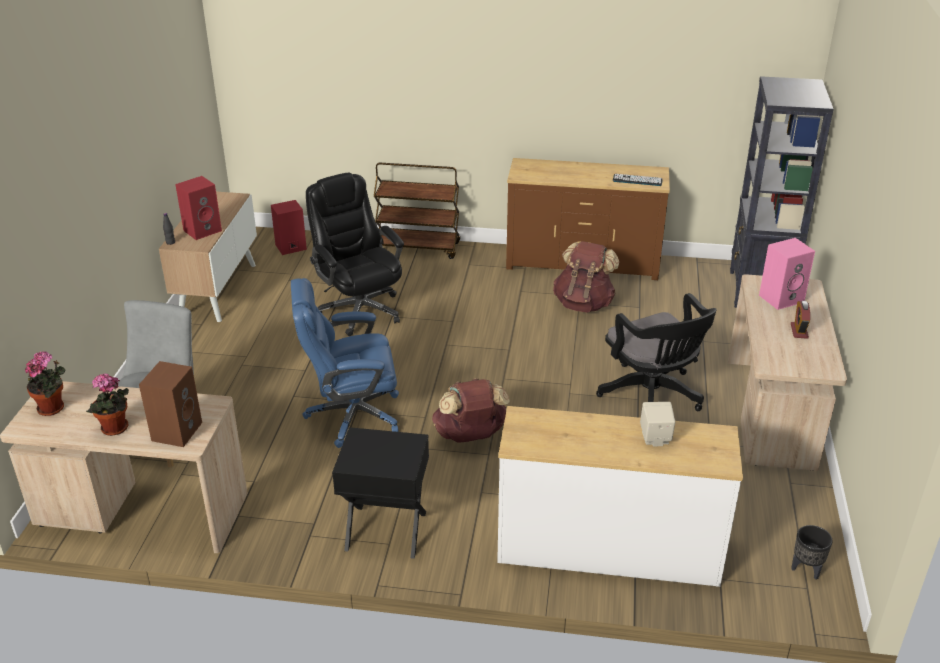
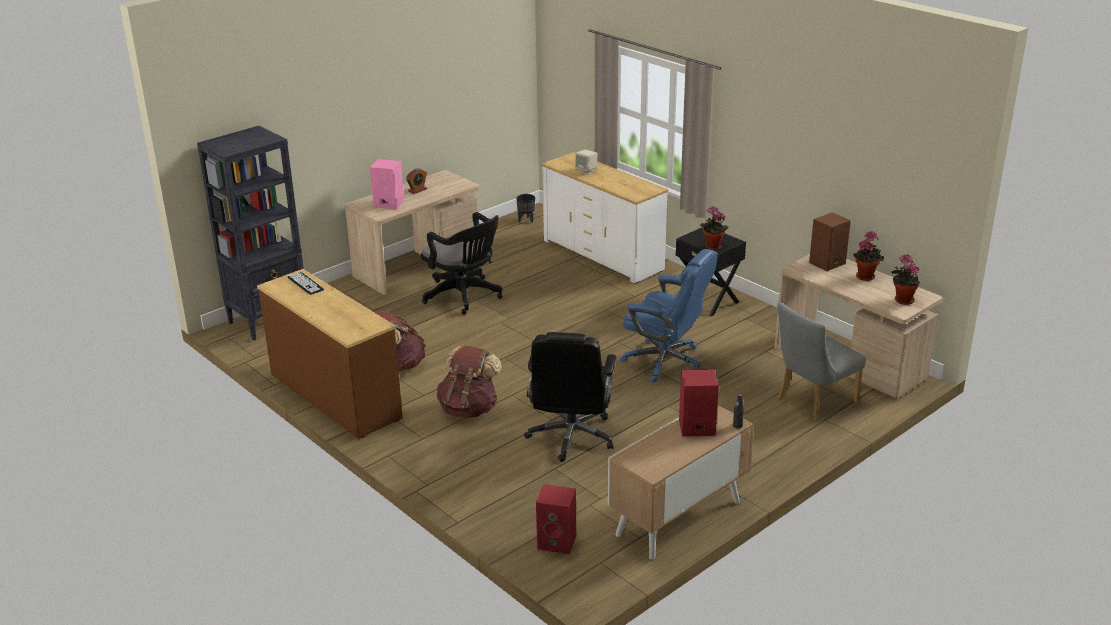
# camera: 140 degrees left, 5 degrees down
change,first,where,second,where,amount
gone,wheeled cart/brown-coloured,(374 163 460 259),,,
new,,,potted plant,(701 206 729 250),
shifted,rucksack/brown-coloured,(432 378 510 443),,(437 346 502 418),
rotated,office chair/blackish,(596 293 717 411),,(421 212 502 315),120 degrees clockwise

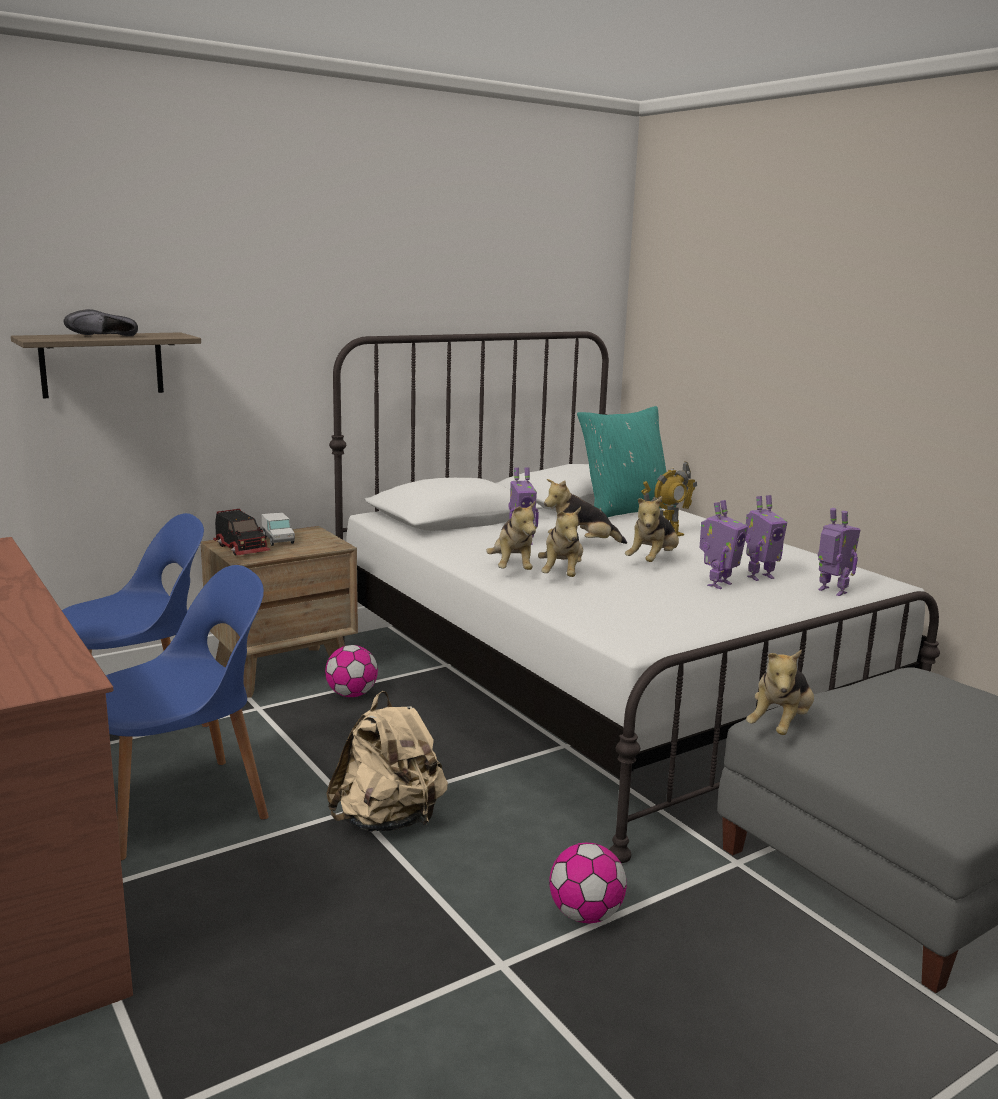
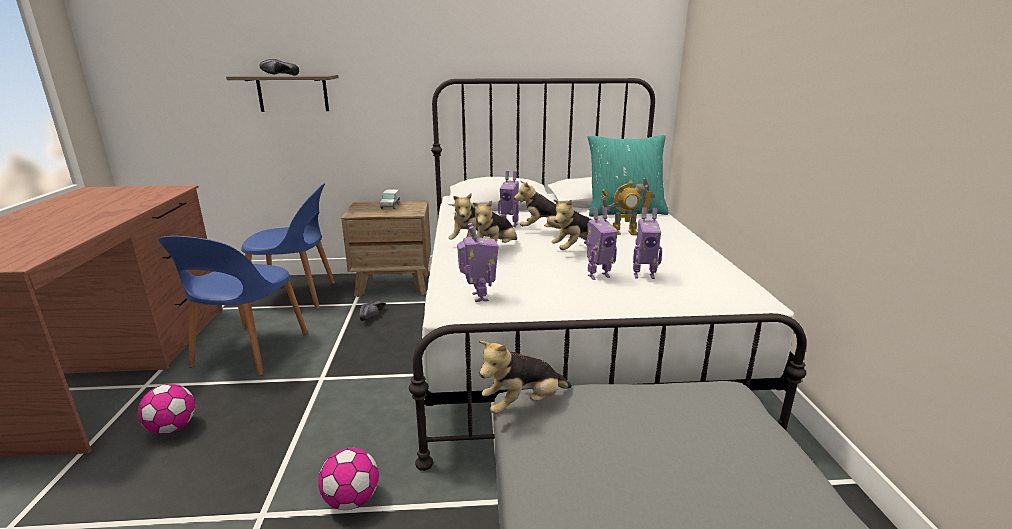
# camera: 30 degrees right, 5 degrees up
change,first,where,second,where,amount
gone,model truck,(213 509 270 556),,,
gone,rucksack/sand-coloured,(326 691 448 832),,,
new,,,shoe/blackish,(359 300 386 321),
shifted,ball for football,(325 645 378 697),,(138 384 195 434),
shifted,robot figure,(818 508 860 596),,(457 223 499 302),
rotated,chair/bluish,(106 565 269 861),,(159 236 308 376),105 degrees clockwise

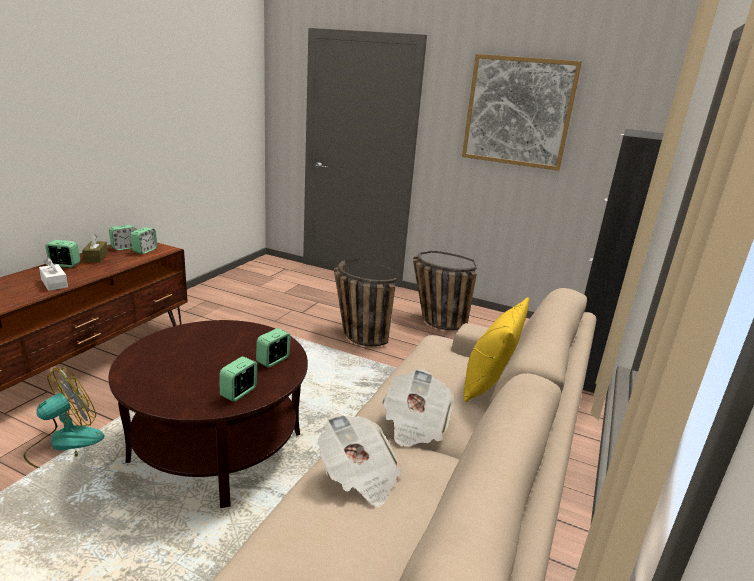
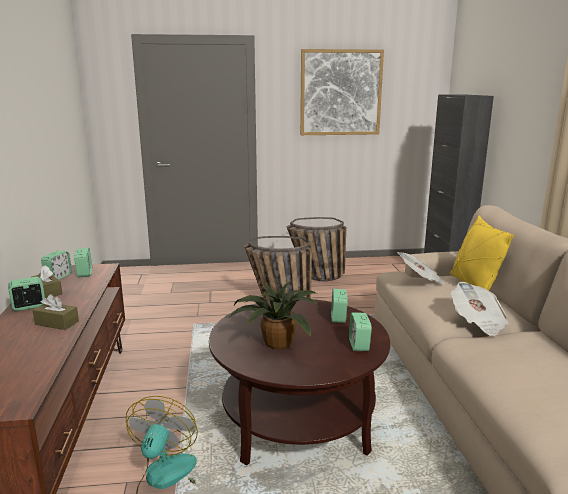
# camera: 30 degrees left, 5 degrees down
change,first,where,second,where,amount
new,,,potted plant,(229 281 318 349),
shifted,daily paper,(318 413 402 507),,(397 252 446 285),
repainted,box of tissues/white,(39 258 68 291),box of tissues/brown-coloured,(32 294 79 330),

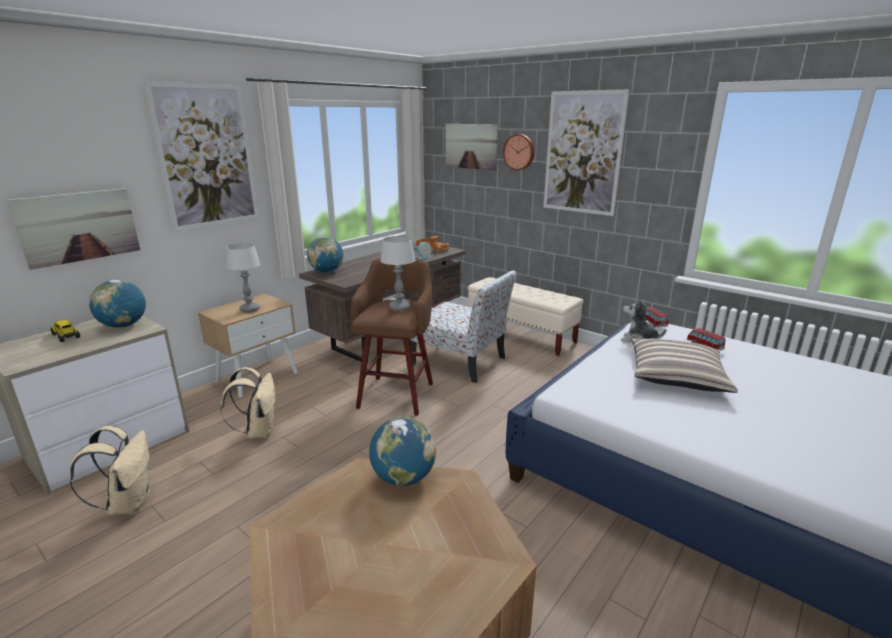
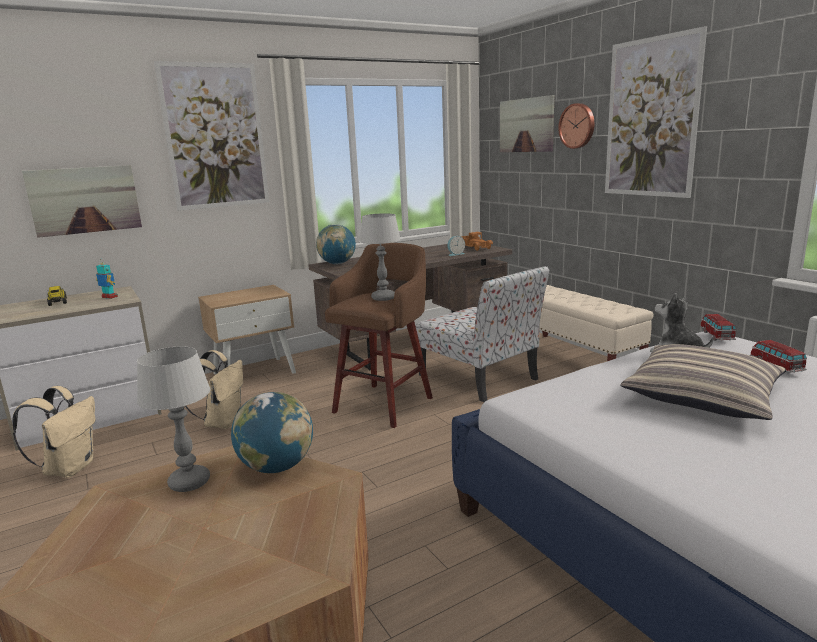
# camera: 20 degrees right, 5 degrees down
change,first,where,second,where,amount
shifted,tabletop lamp,(226 243 260 313),,(137 346 210 492),
swapped,globe,(89 280 146 328),robot figure,(96 259 118 299),

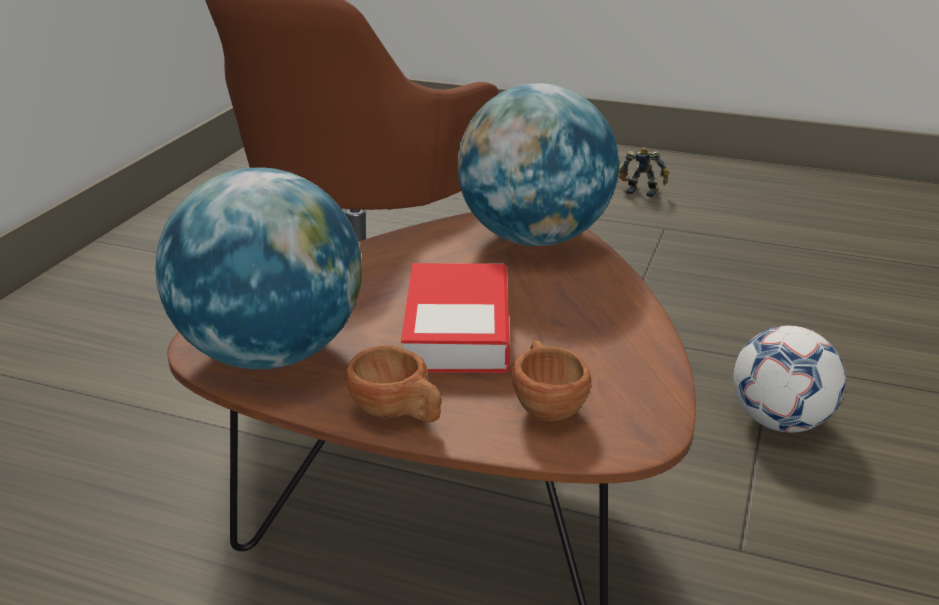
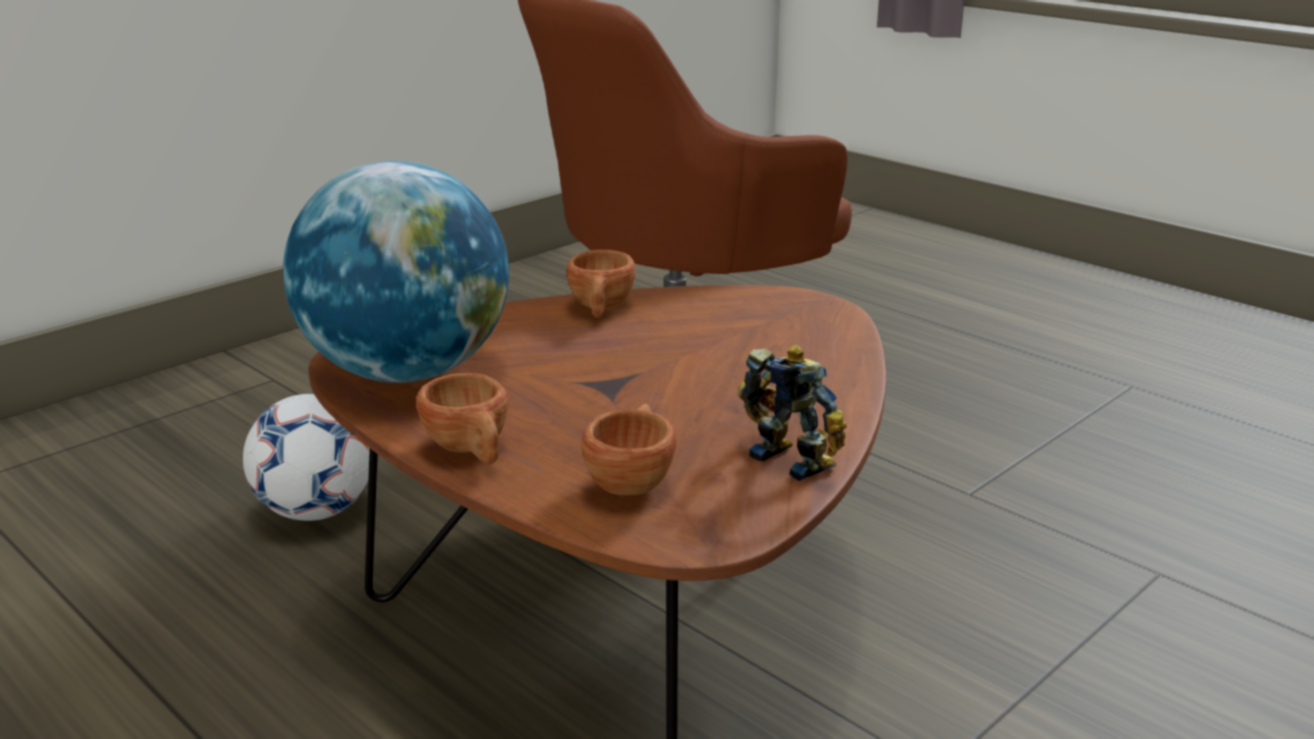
# camera: 25 degrees right, 5 degrees down
change,first,where,second,where,amount
gone,book,(401 263 510 373),,,
gone,globe,(457 83 619 246),,,
new,,,small cup/brown-coloured,(567 250 636 318),
shifted,robot figure,(618 147 669 197),,(737 345 847 482),
shifted,ball for football,(733 325 846 432),,(243 394 370 521),

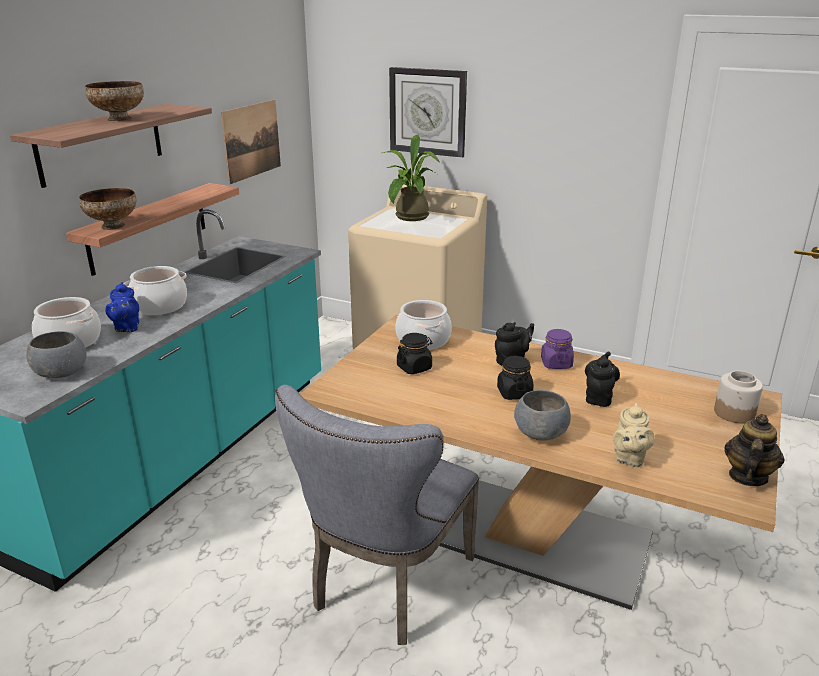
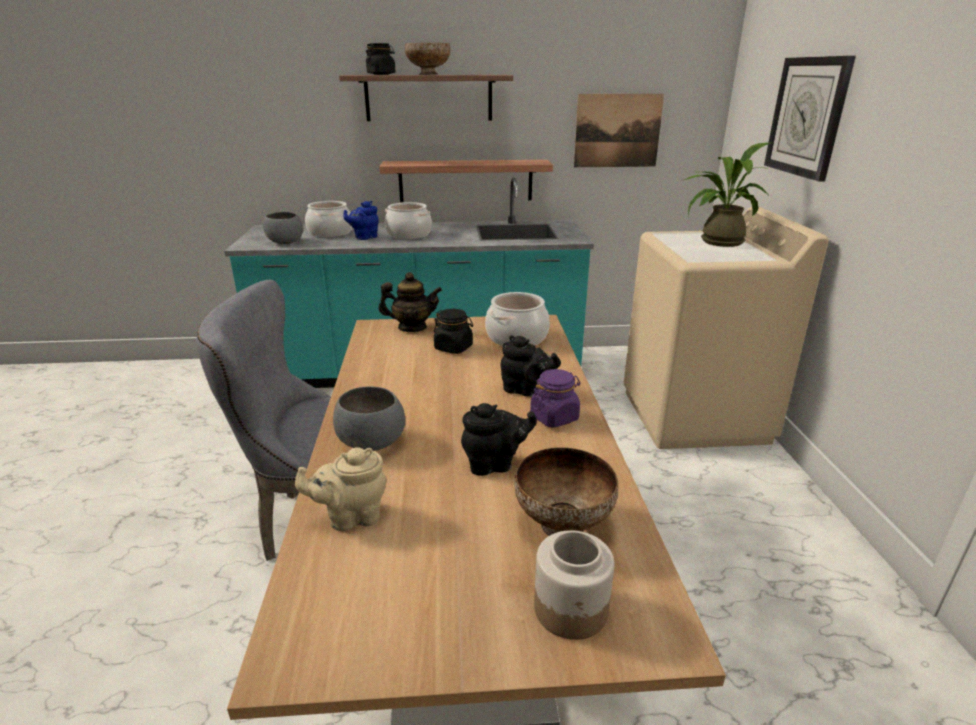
# camera: 60 degrees right, 0 degrees up
change,first,where,second,where,amount
shifted,serving bowl,(79 188 136 230),,(514 447 618 536),
shifted,jar/blackish,(497 356 533 400),,(366 43 396 75),
shifted,tea pot,(724 414 785 486),,(378 272 442 332),

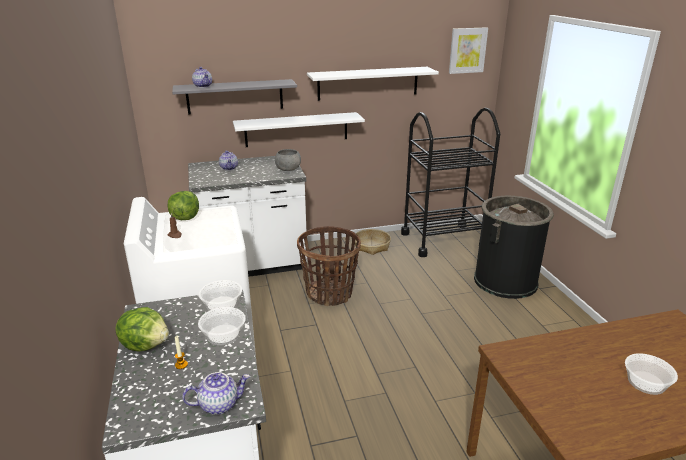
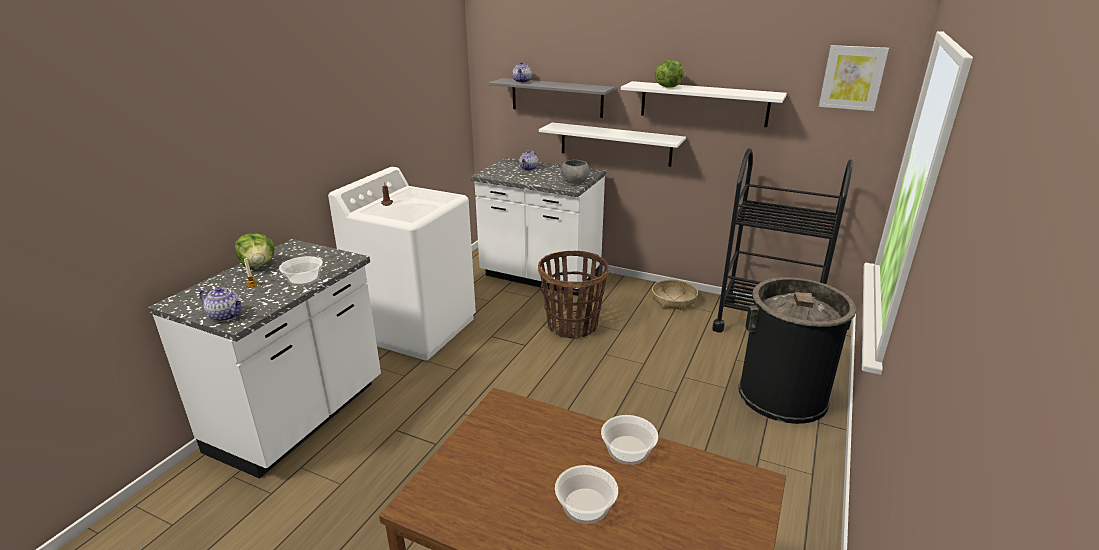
# camera: 40 degrees right, 0 degrees up
change,first,where,second,where,amount
shifted,lettuce head,(167 191 199 220),,(655 60 684 88),
shifted,serving bowl,(199 280 242 311),,(601 415 658 465),

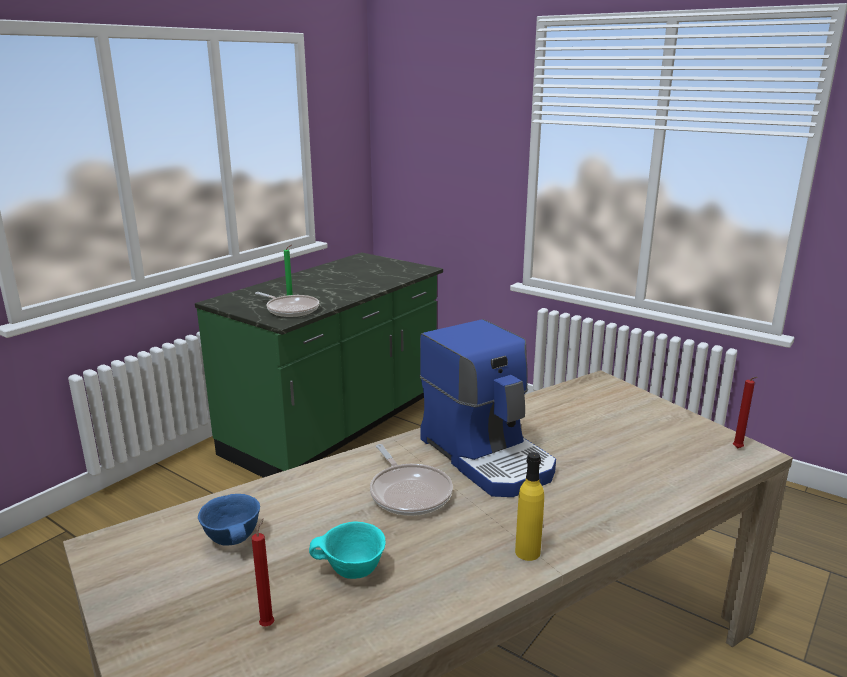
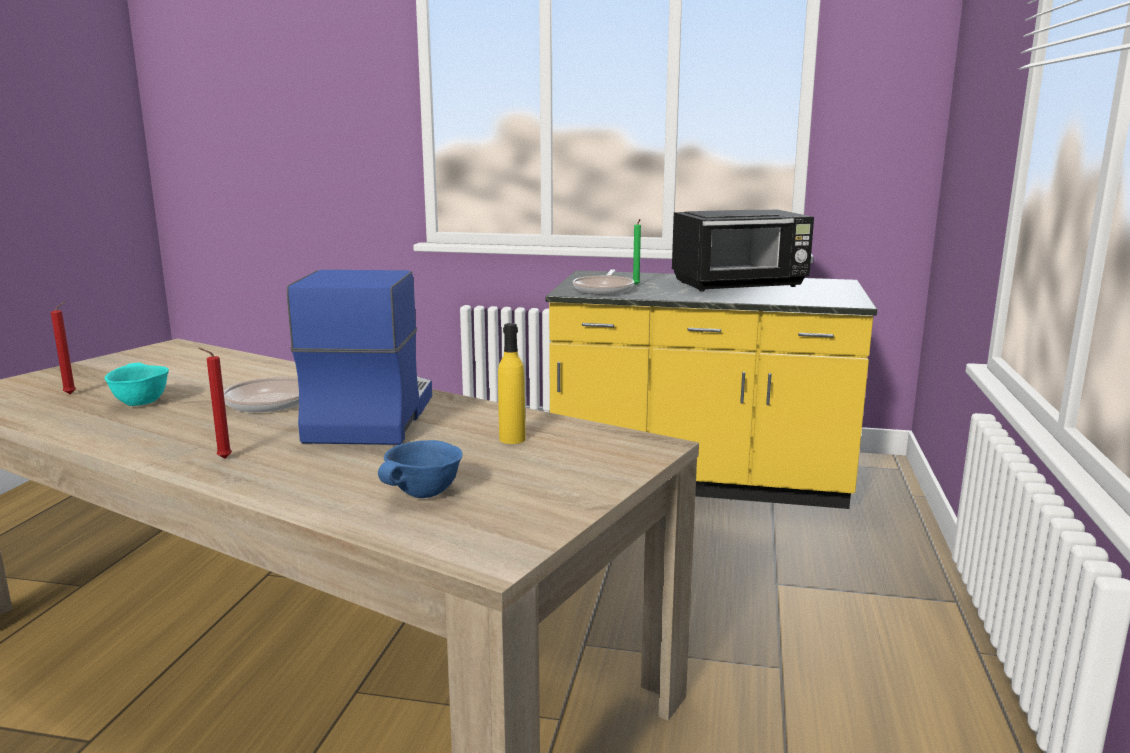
# camera: 65 degrees right, 5 degrees down
change,first,where,second,where,amount
new,,,microwave oven/blackish,(672 209 814 292),
shifted,serving bowl/bluish,(198 494 260 546),,(378 440 463 498),
shifted,drink bottle/yellow-coloured,(515 452 544 561),,(498 323 526 444),
shifted,candle/red-coloured,(733 377 758 448),,(199 348 232 458),
repainted,kitchen base unit/greenish,(195 252 443 478),kitchen base unit/yellow-coloured,(546 270 877 509),
rotated,coffee machine,(419 319 556 497),,(287 270 432 445),150 degrees clockwise

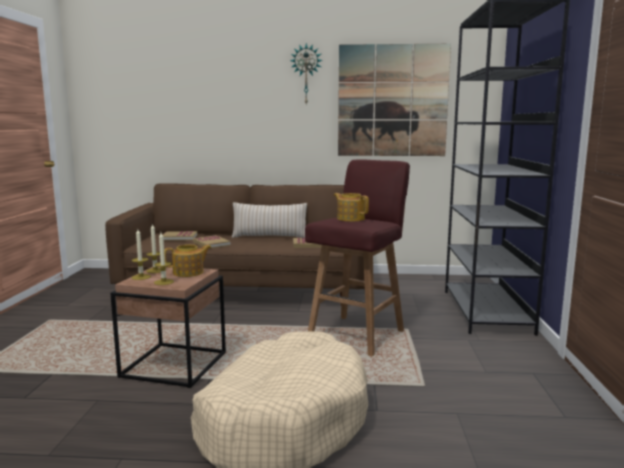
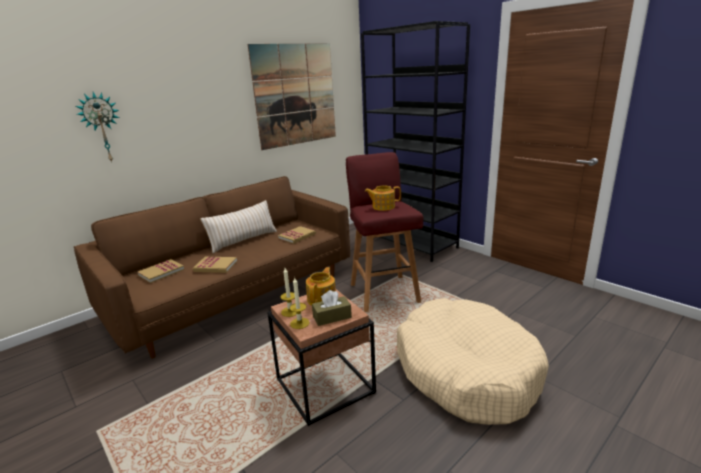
# camera: 45 degrees left, 10 degrees up
change,first,where,second,where,amount
shifted,wall clock,(290 43 323 104),,(76 92 119 163),
swapped,candle,(154 233 174 285),box of tissues/brown-coloured,(312 290 352 326),

